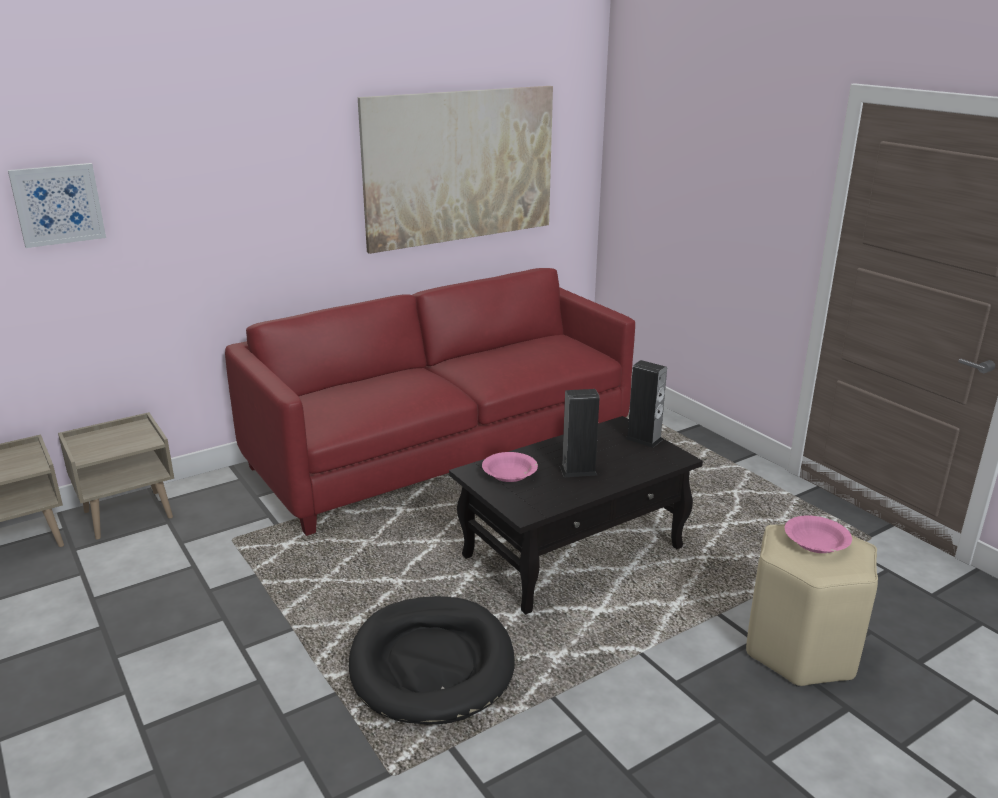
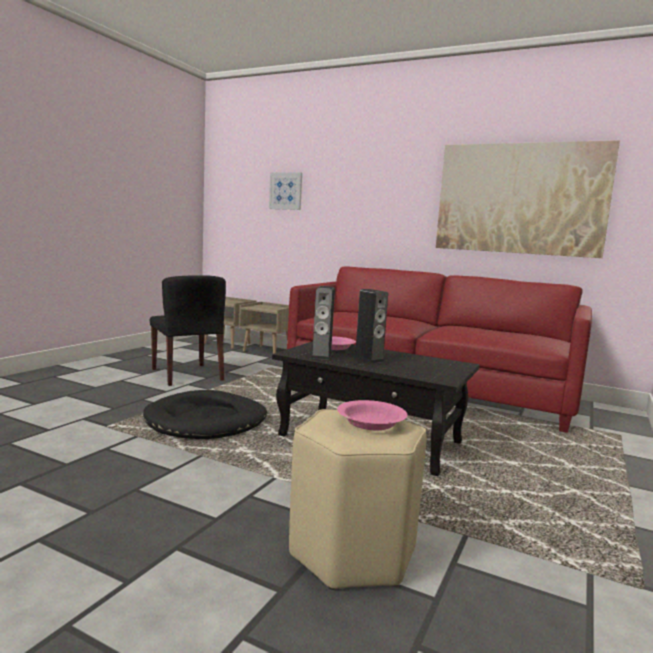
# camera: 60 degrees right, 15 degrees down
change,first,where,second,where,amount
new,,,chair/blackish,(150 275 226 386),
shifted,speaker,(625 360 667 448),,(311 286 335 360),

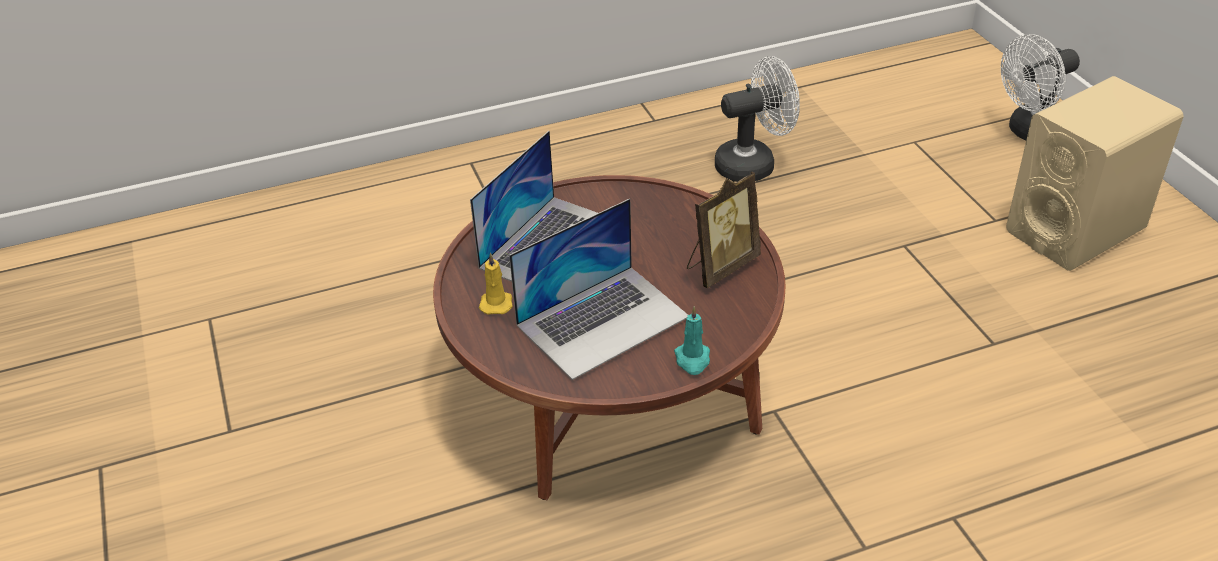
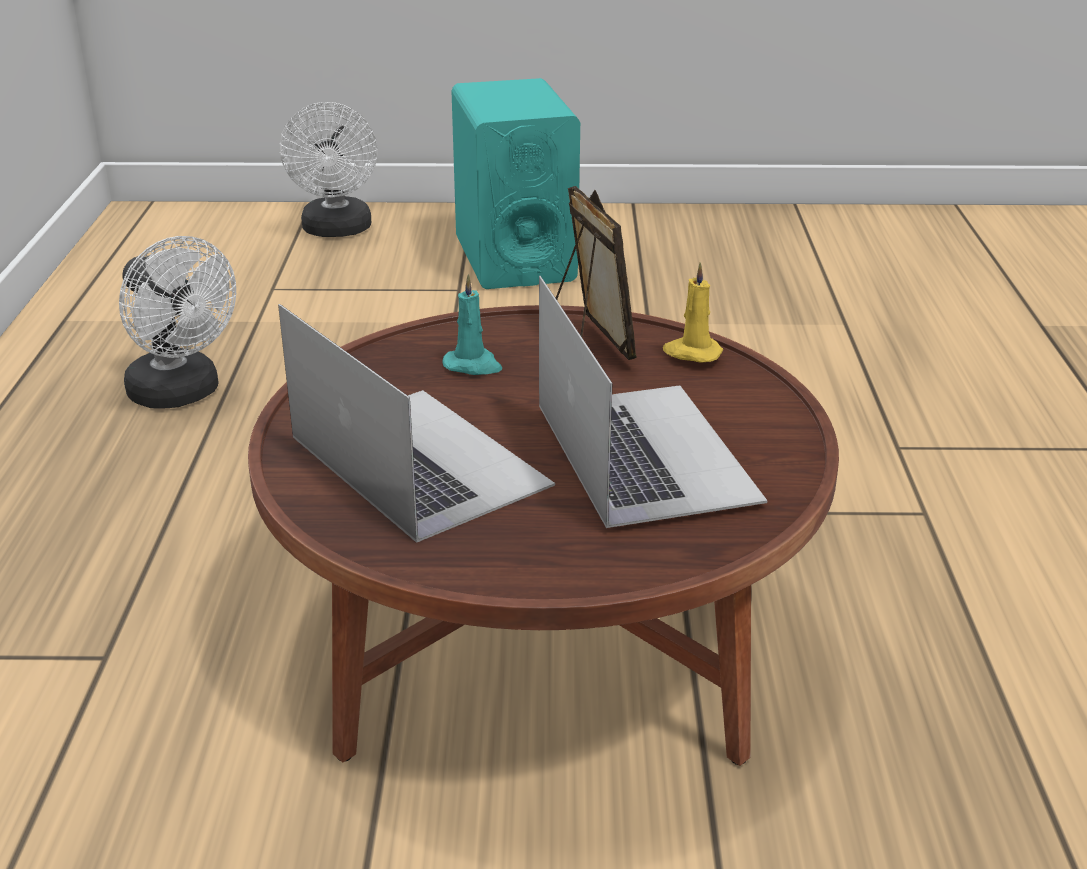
# camera: 70 degrees left, 10 degrees down
change,first,where,second,where,amount
shifted,candle/yellow-coloured,(479 252 513 315),,(663 262 723 363),
shifted,candle/blue-green,(674 306 710 375),,(442 274 502 375),
repainted,speaker/sand-coloured,(1006 76 1184 271),speaker/blue-green,(451 78 580 289),
rotated,fan/white,(715 56 800 182),,(119 236 236 408),135 degrees clockwise

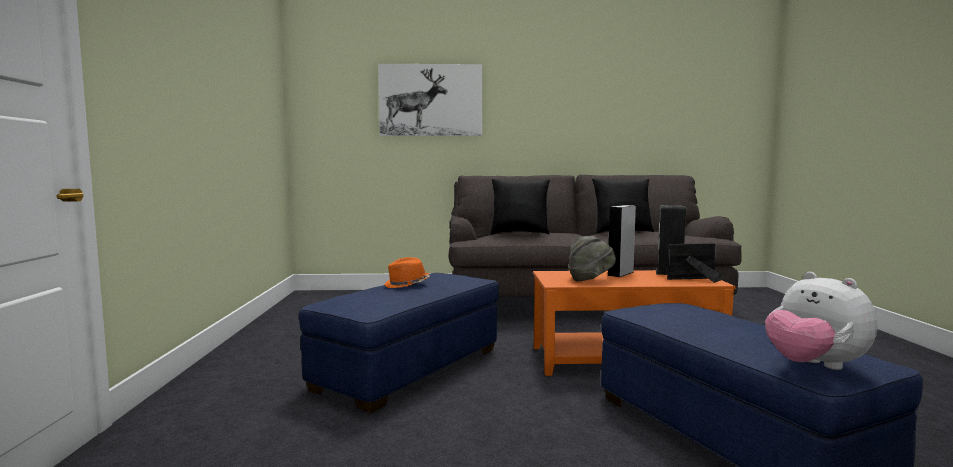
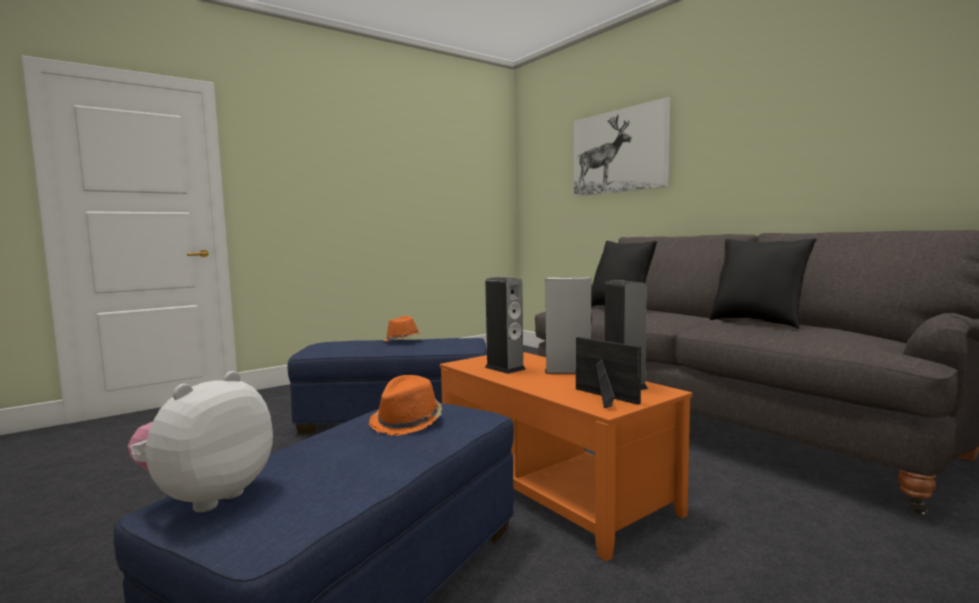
# camera: 55 degrees right, 0 degrees up
change,first,where,second,where,amount
new,,,clothing hat/orange,(369 375 442 436),
swapped,clothing hat/gray,(568 236 616 282),speaker,(485 277 526 374),

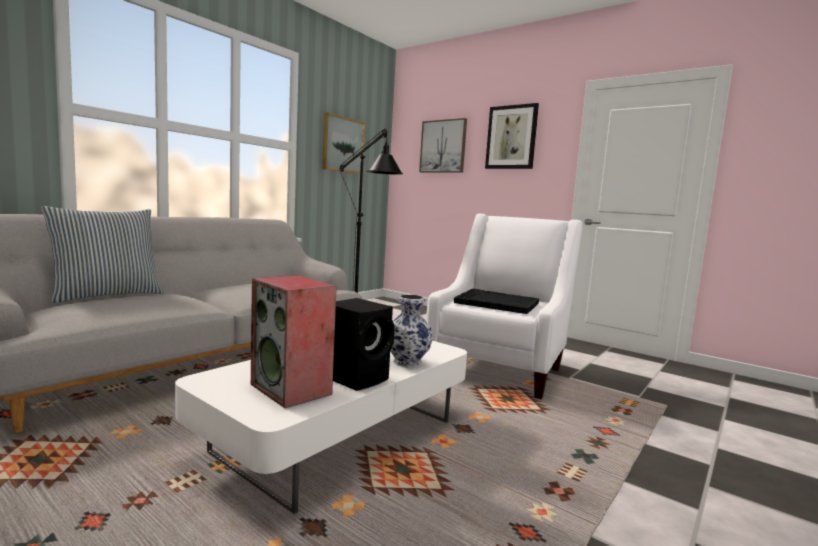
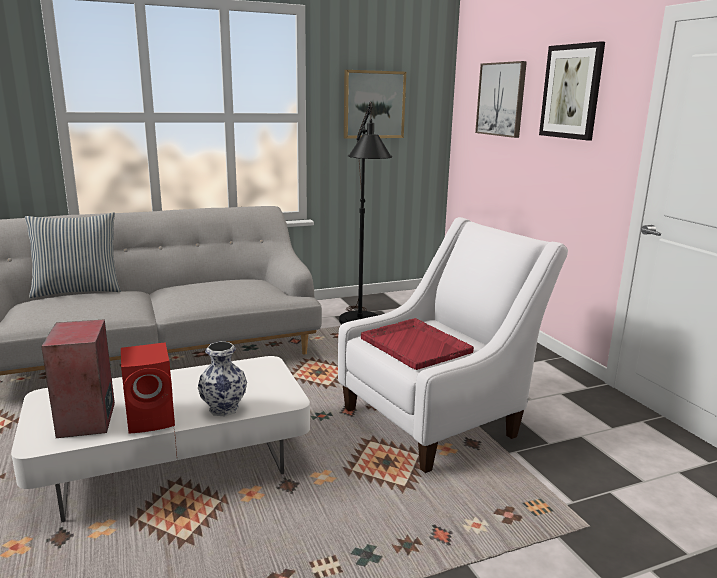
# camera: 30 degrees right, 10 degrees up
change,first,where,second,where,amount
repainted,speaker/blackish,(333 298 395 391),speaker/red-coloured,(121 342 175 434),
repainted,carrying tray/blackish,(454 289 539 314),carrying tray/red-coloured,(361 318 474 370),

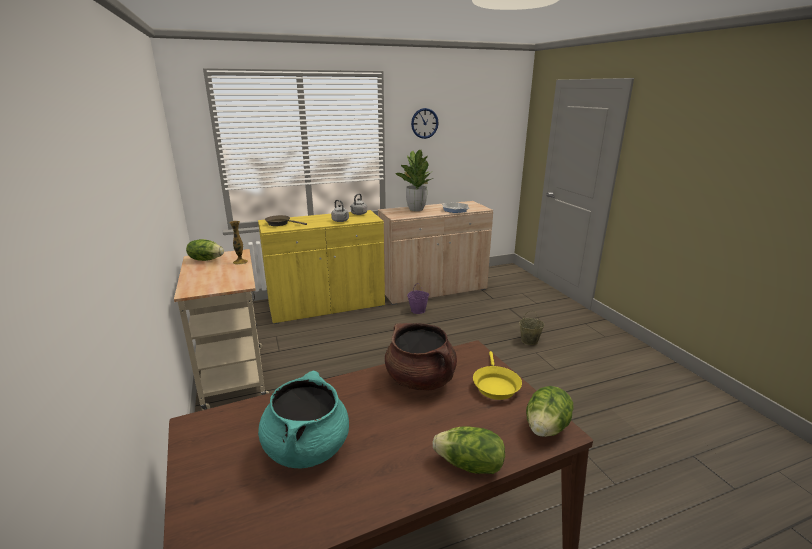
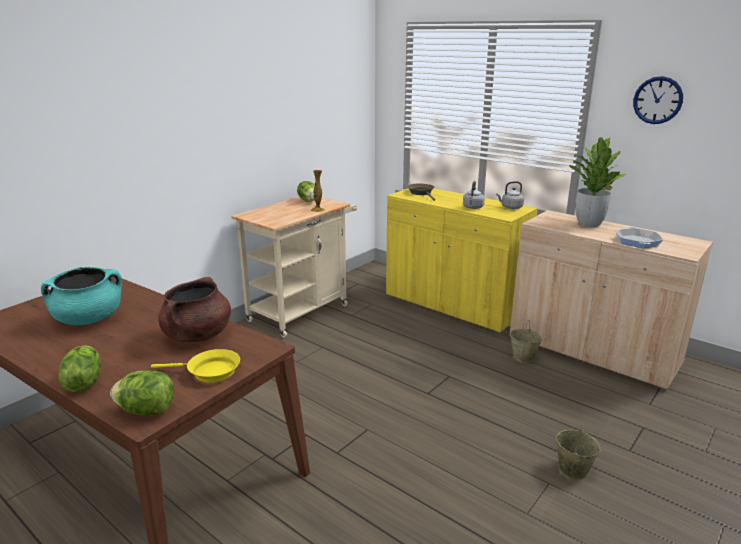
# camera: 60 degrees right, 0 degrees up
change,first,where,second,where,amount
repainted,bucket/purplish,(407 283 429 314),bucket/sand-coloured,(510 321 542 363),
rotated,frying pan/yellow-coloured,(473 351 522 400),,(151 349 240 383),150 degrees counterclockwise

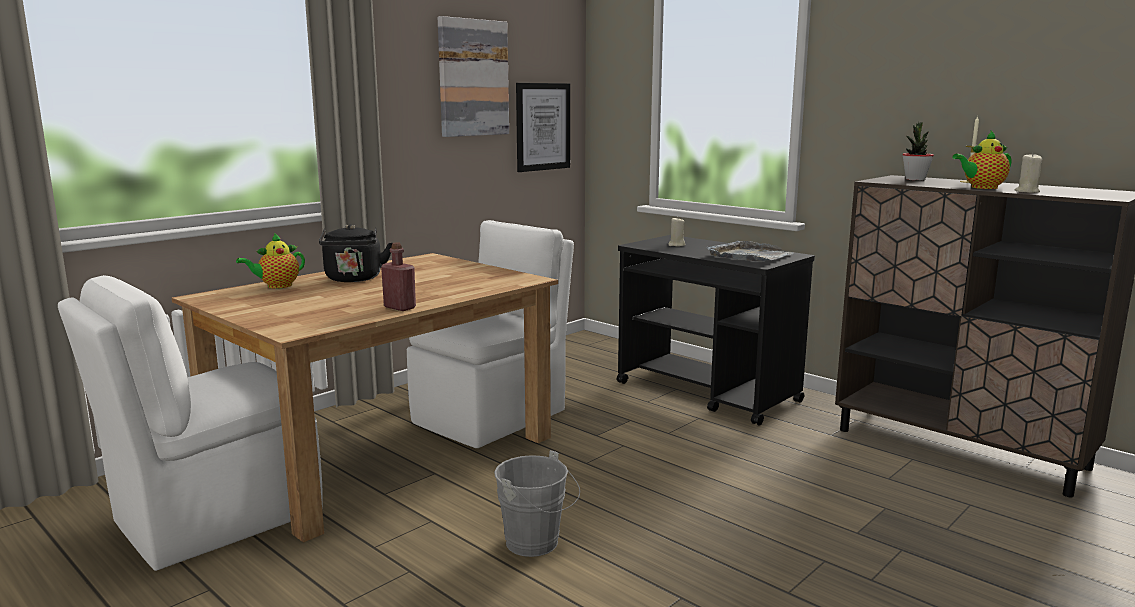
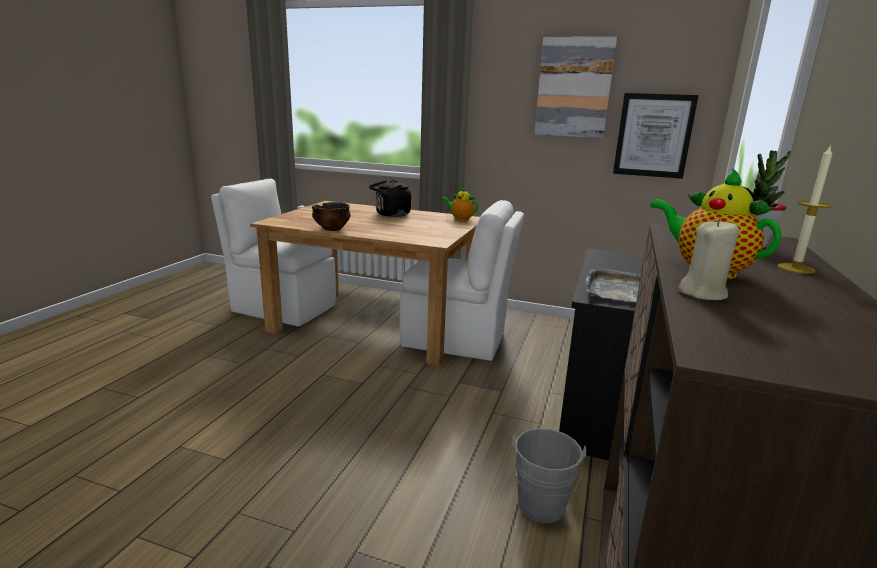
# camera: 65 degrees right, 5 degrees up
change,first,where,second,where,amount
gone,candle/sand-coloured,(668 218 685 246),,,
shifted,tea pot,(236 233 305 289),,(441 186 478 221),
shifted,bucket/gray,(494 450 580 557),,(512 428 586 523),
swapped,drink bottle/red-coloured,(381 242 416 311),serving bowl,(312 202 351 231),

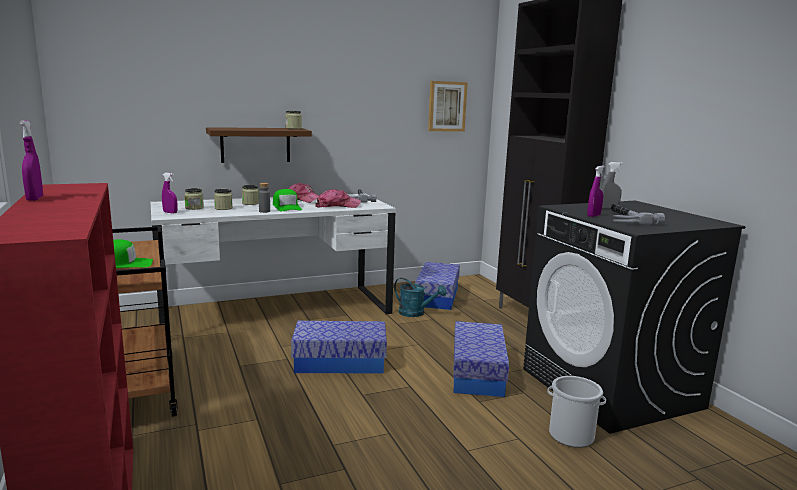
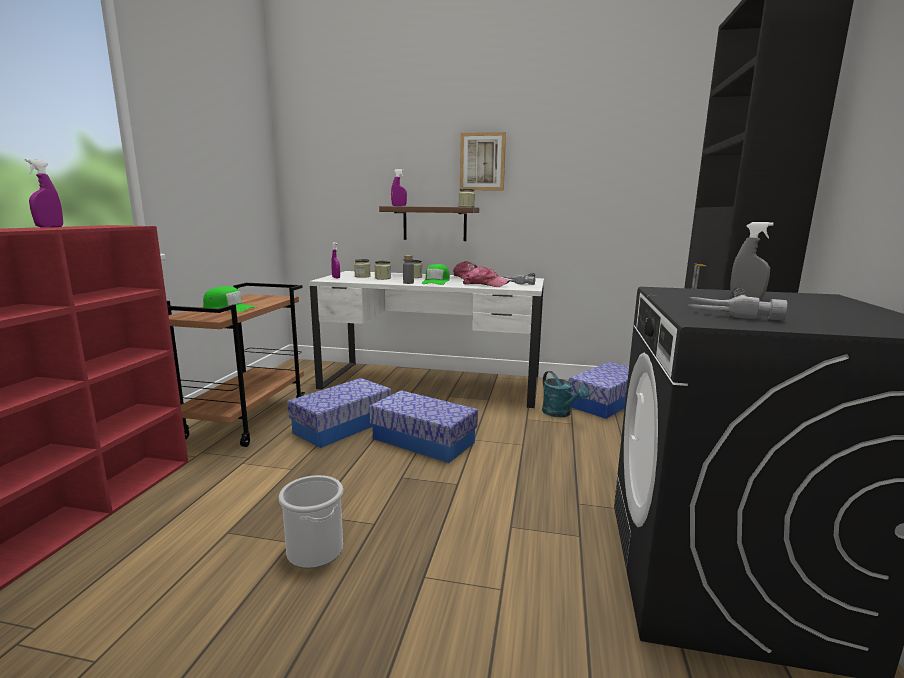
# camera: 35 degrees right, 0 degrees up
change,first,where,second,where,amount
shifted,wall picture,(428 81 468 132),,(460 132 506 190),
shifted,storage box,(453 321 509 397),,(288 378 391 448),
shifted,bucket,(548 376 606 448),,(279 475 343 569),
shifted,spray bottle/purplish,(587 166 605 217),,(391 169 407 206),

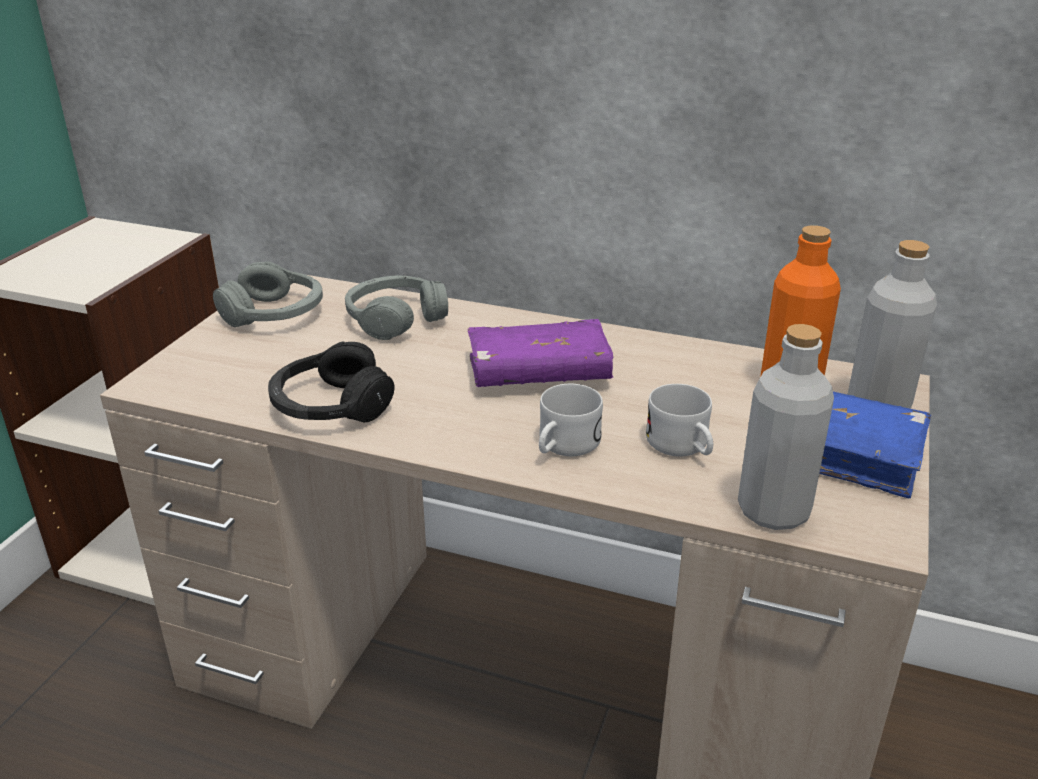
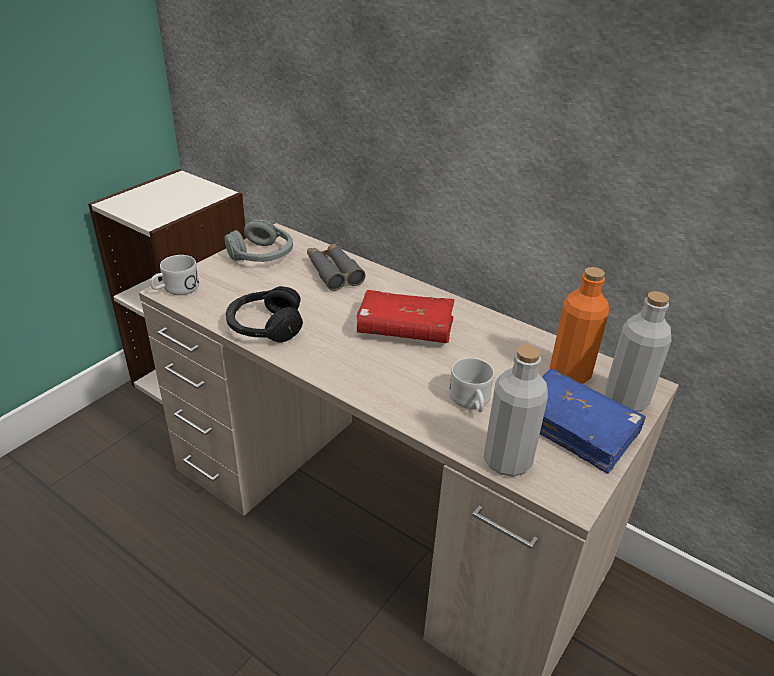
# camera: 15 degrees right, 5 degrees up
change,first,where,second,where,amount
shifted,coffee mug/white,(539 384 603 456),,(150 255 199 295),
swapped,pair of headphones/gray,(345 275 448 340),field glasses/gray,(307 243 366 291),
repainted,book/purplish,(468 319 613 387),book/red-coloured,(356 290 455 343),

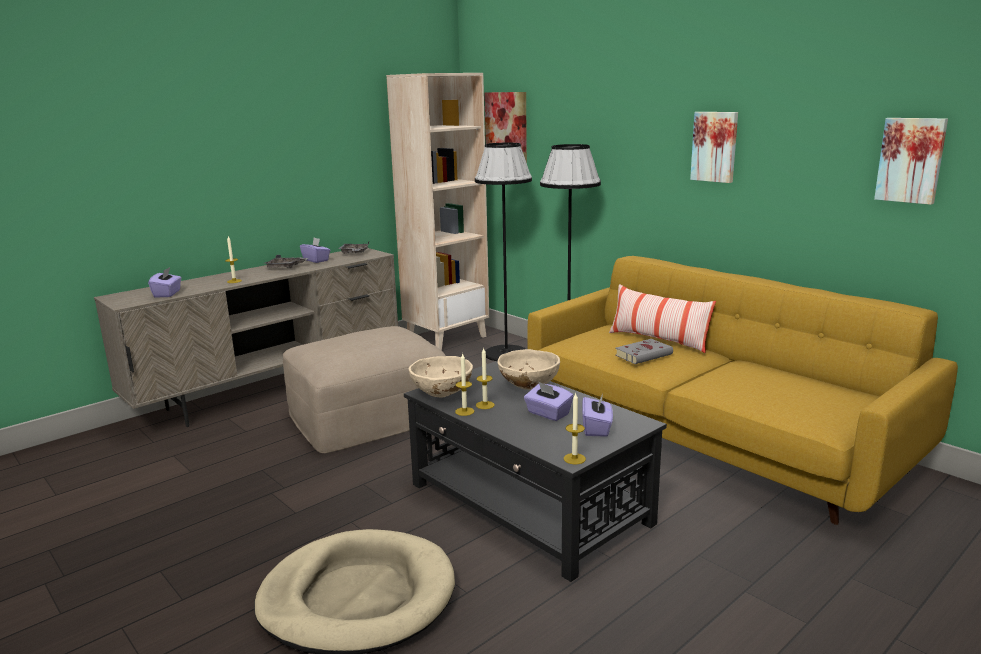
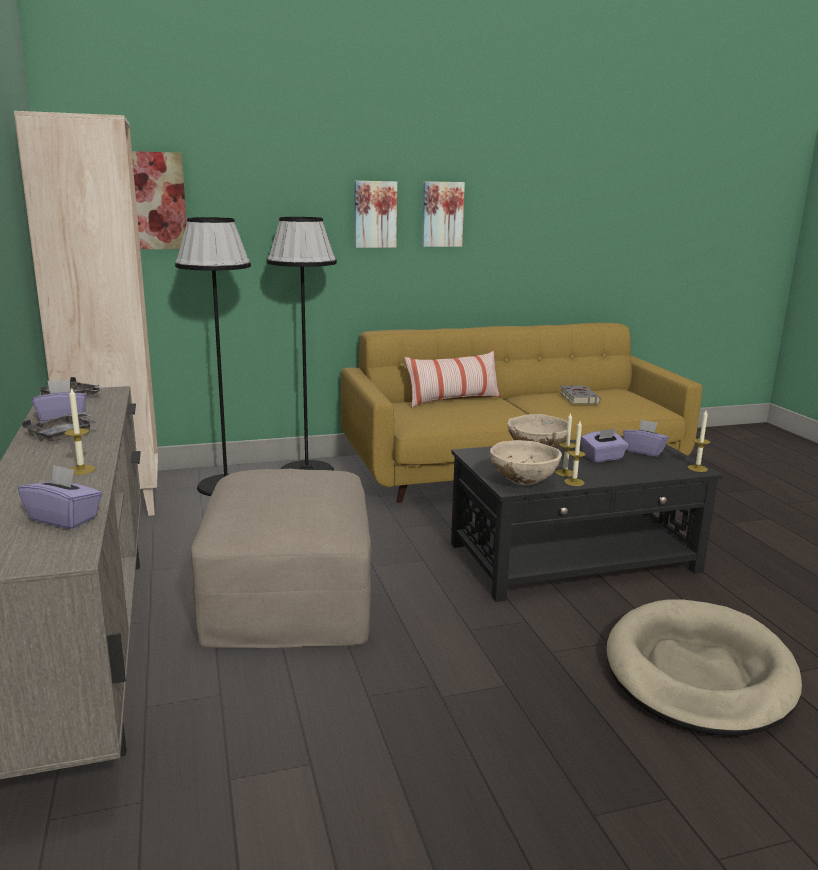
# camera: 65 degrees left, 0 degrees up
change,first,where,second,where,amount
shifted,book/gray,(615 339 673 364),,(560 386 601 404),
shifted,wall picture,(874 118 948 205),,(354 181 397 248),

